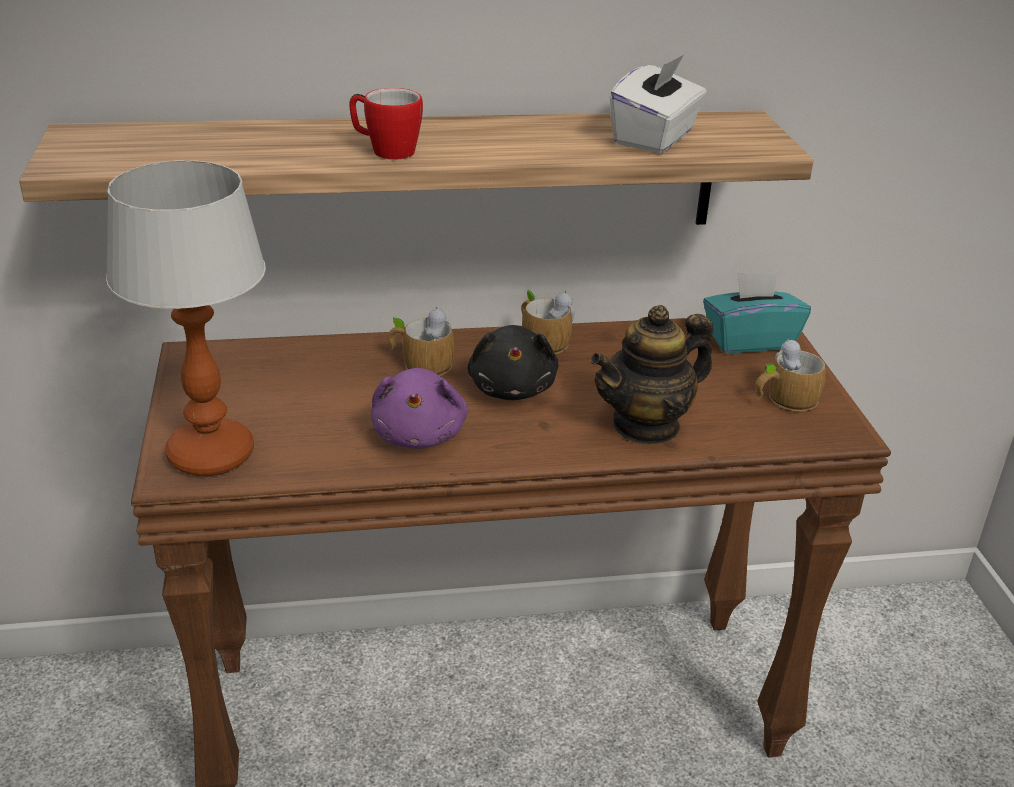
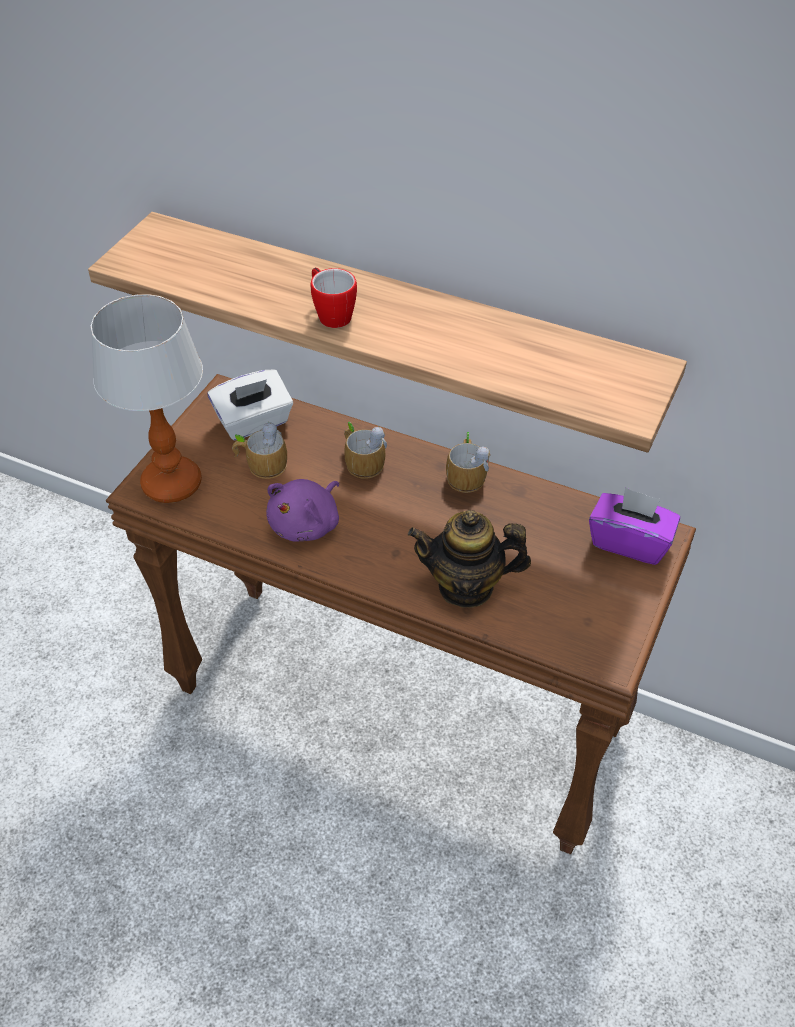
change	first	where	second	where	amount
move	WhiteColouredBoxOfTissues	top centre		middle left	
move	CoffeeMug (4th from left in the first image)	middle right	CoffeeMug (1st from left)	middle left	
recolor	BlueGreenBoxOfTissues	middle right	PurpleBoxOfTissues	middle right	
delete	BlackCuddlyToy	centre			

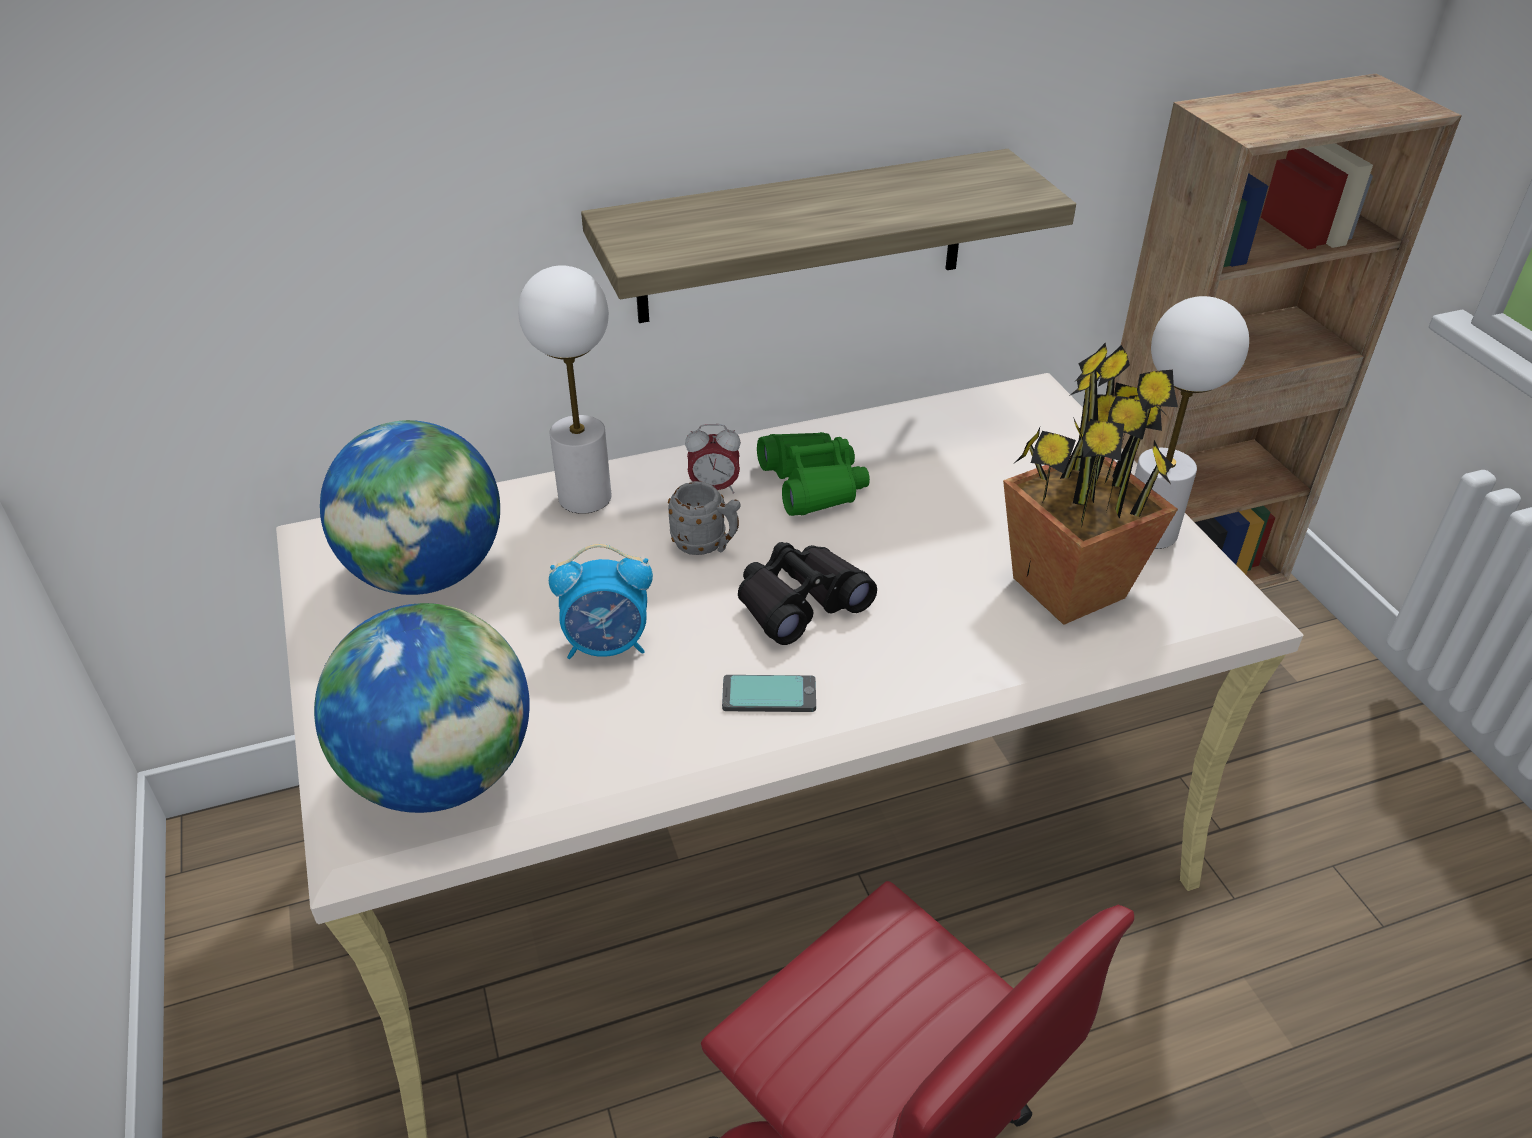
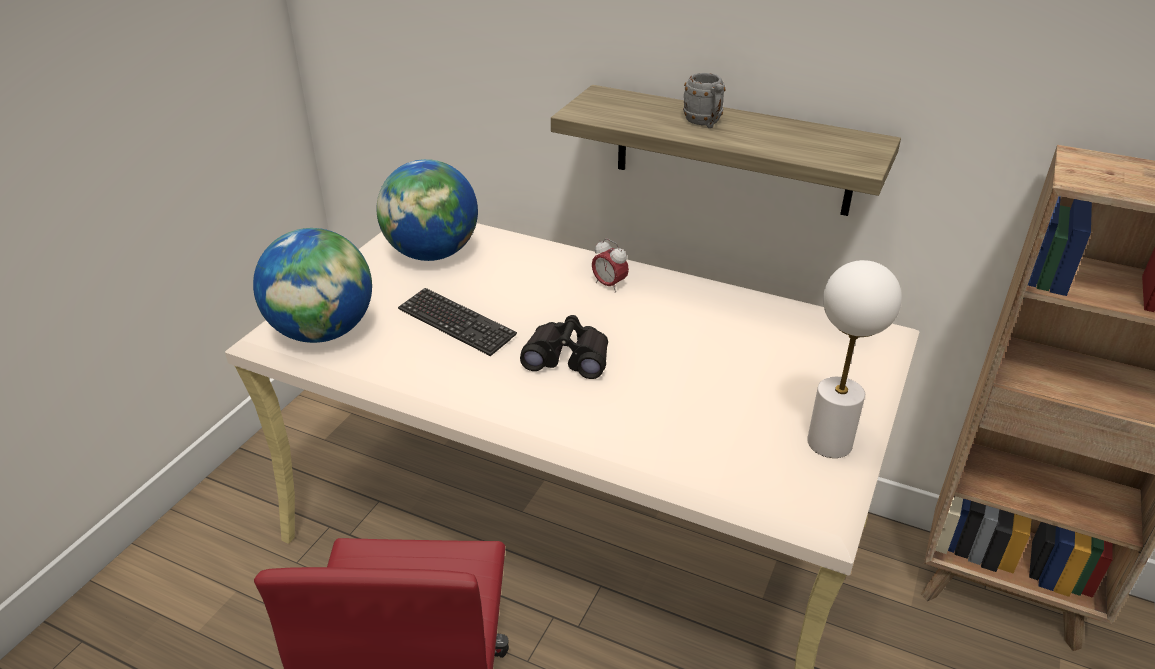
change	first	where	second	where	amount
replace	TableClock (1st from left)	centre	ComputerKeyboard	centre	
move	GrayCoffeeMug	centre		top centre	
delete	WhiteColouredTabletopLamp (1st from left)	centre			
delete	Telephone	centre			
delete	GreenBinoculars	centre			
delete	Houseplant	middle right			

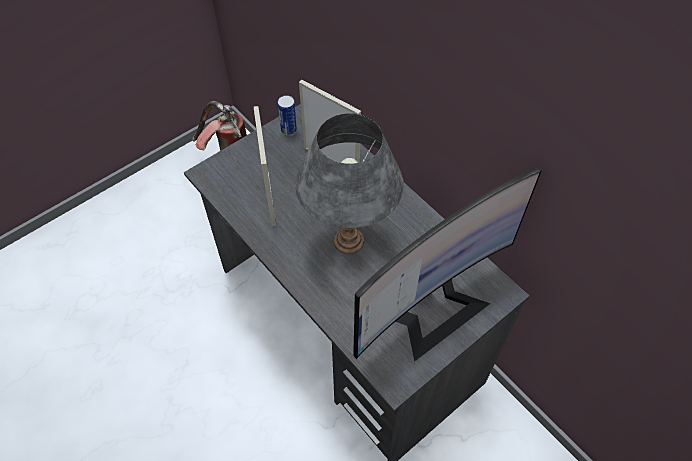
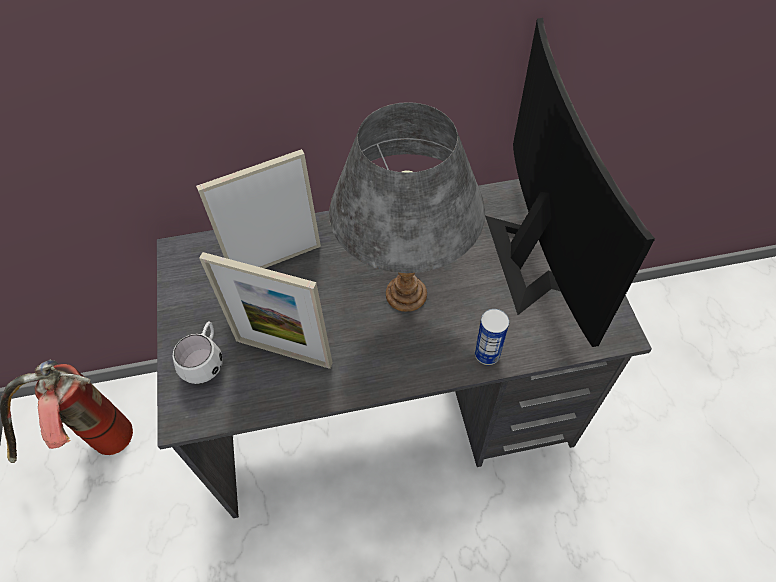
change	first	where	second	where	amount
insert			WhiteColouredCoffeeMug	middle left	
move	Can	top centre		centre	

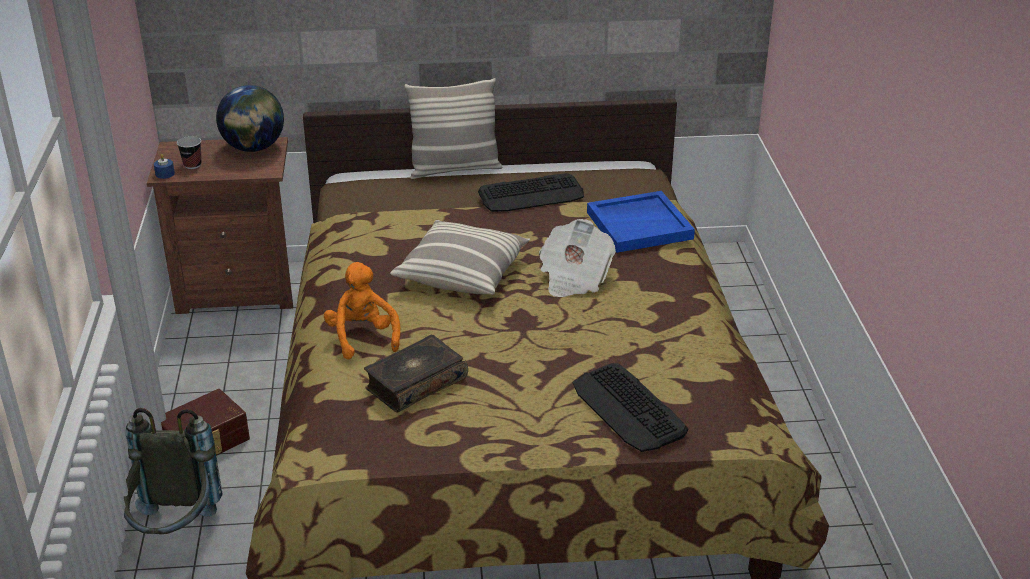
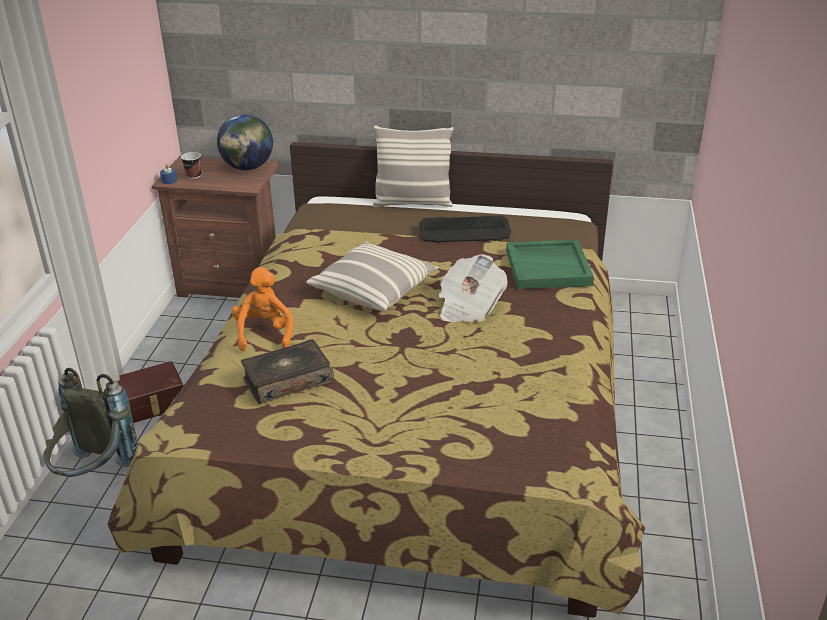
change	first	where	second	where	amount
recolor	BlueCarryingTray	centre	GreenCarryingTray	centre	
delete	ComputerKeyboard (2nd from left)	bottom centre			

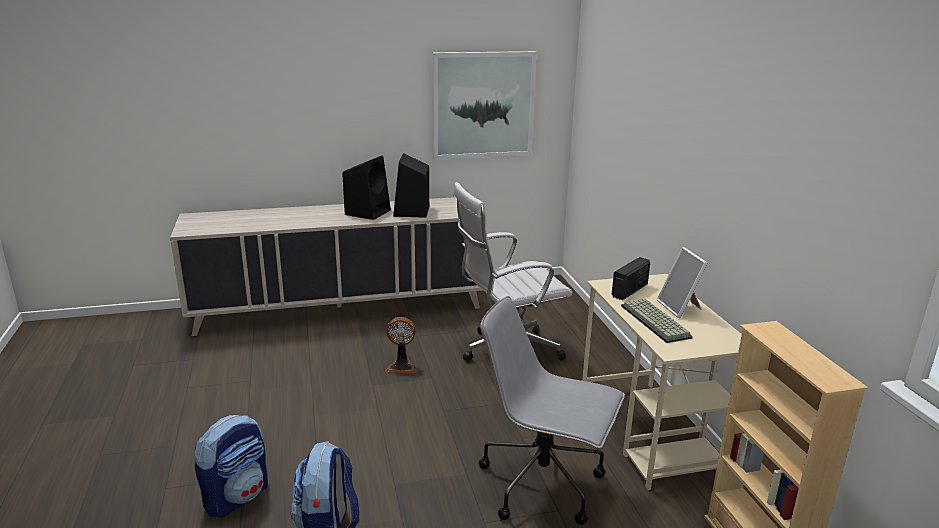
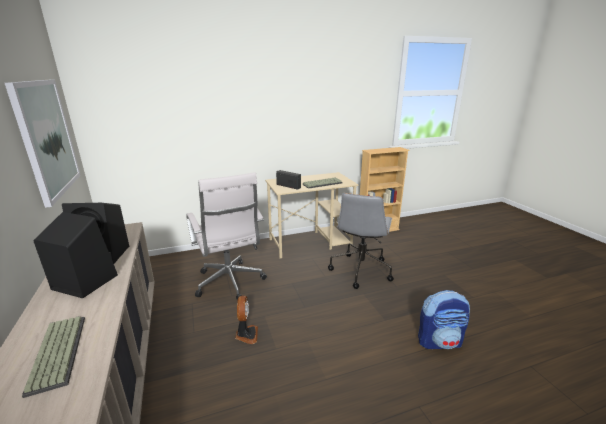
change	first	where	second	where	amount
insert			ComputerKeyboard (1st from left)	bottom left	
delete	Rucksack (1st from left)	bottom left			
delete	PictureFrame	middle right			

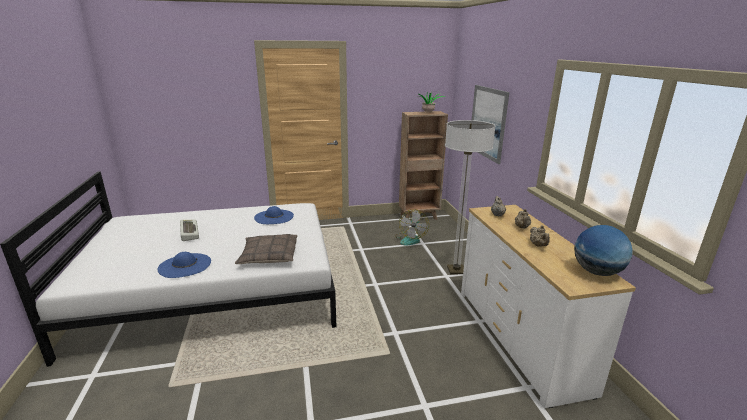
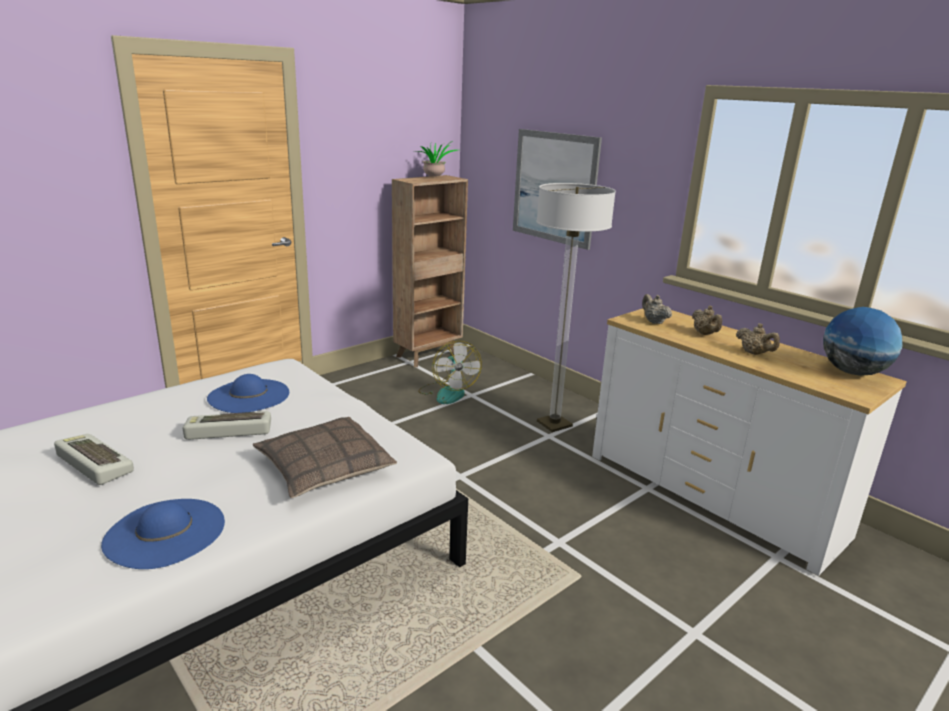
change	first	where	second	where	amount
insert			ComputerKeyboard (2nd from left)	middle left	

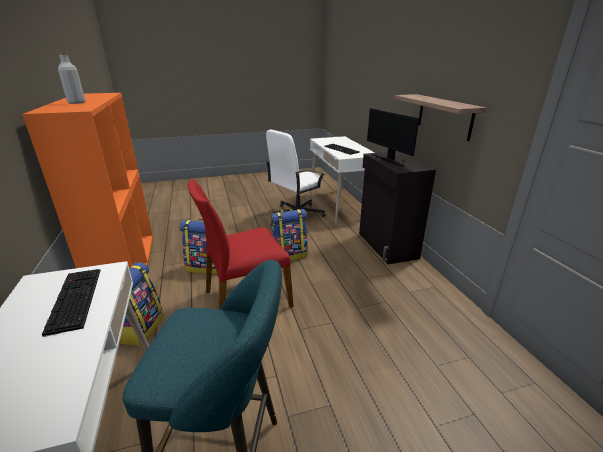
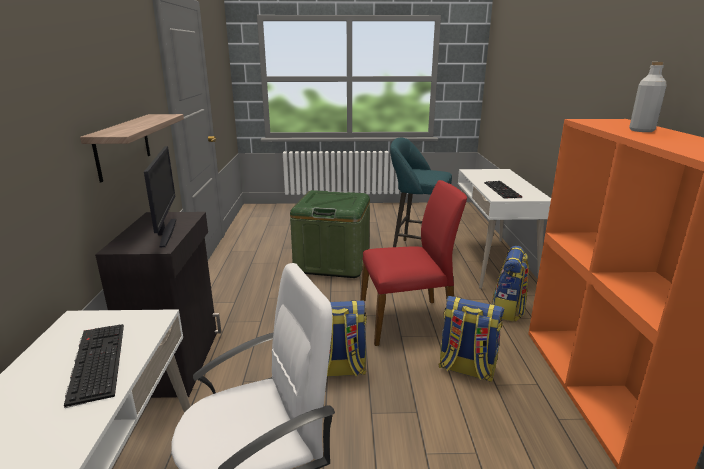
change	first	where	second	where	amount
insert			GreenStorageBox	centre	

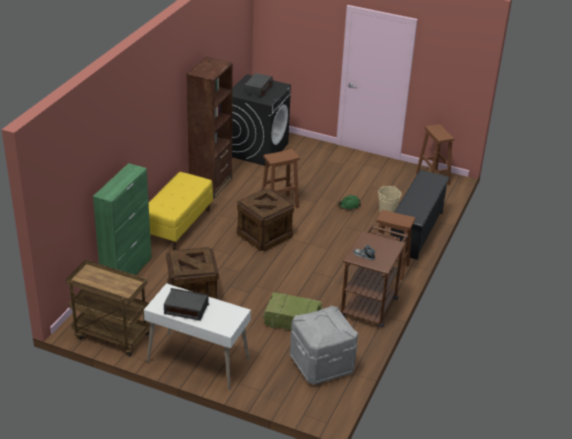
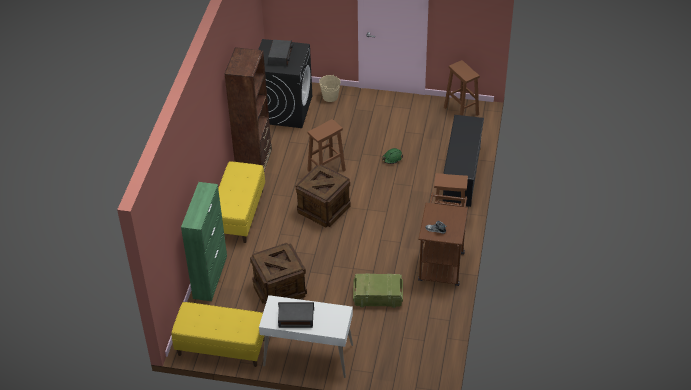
change	first	where	second	where	amount
replace	BrownishTrolley (1st from left)	bottom left	YellowColouredLongSeat (1st from left)	bottom left	
move	SandColouredBucket	middle right		top centre	
delete	GrayStorageBox	bottom centre			

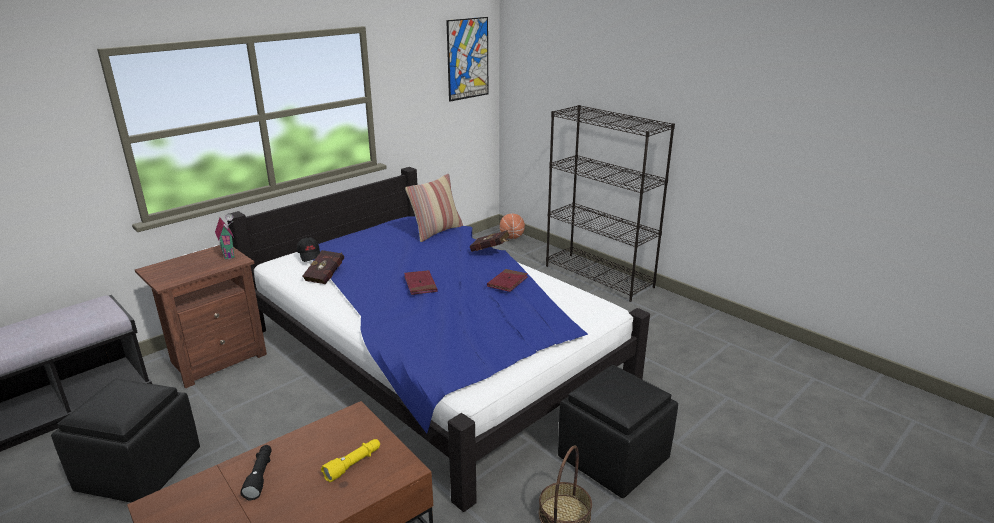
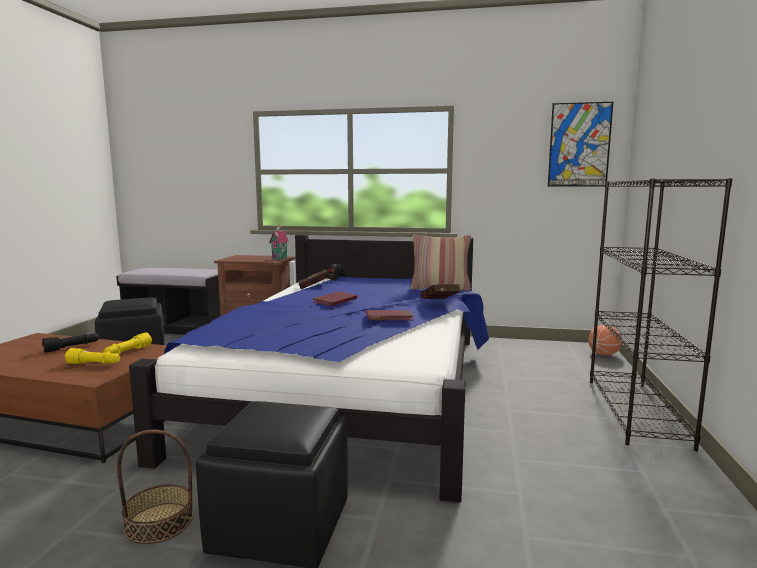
change	first	where	second	where	amount
insert			YellowColouredTorch (2nd from left)	middle left	

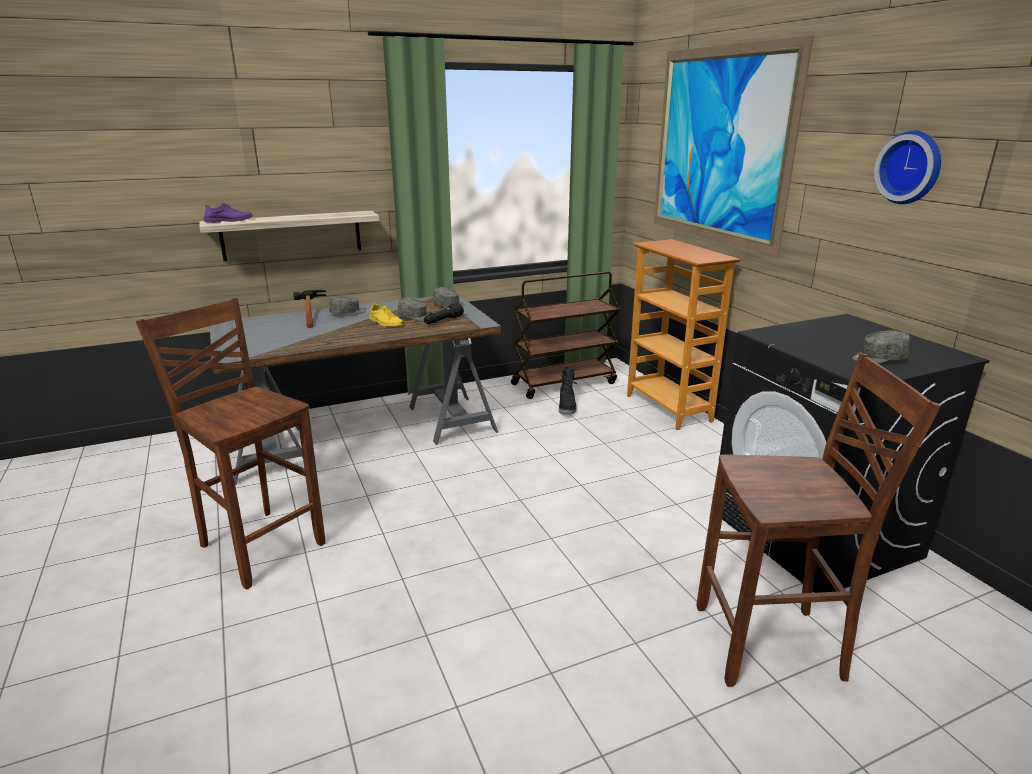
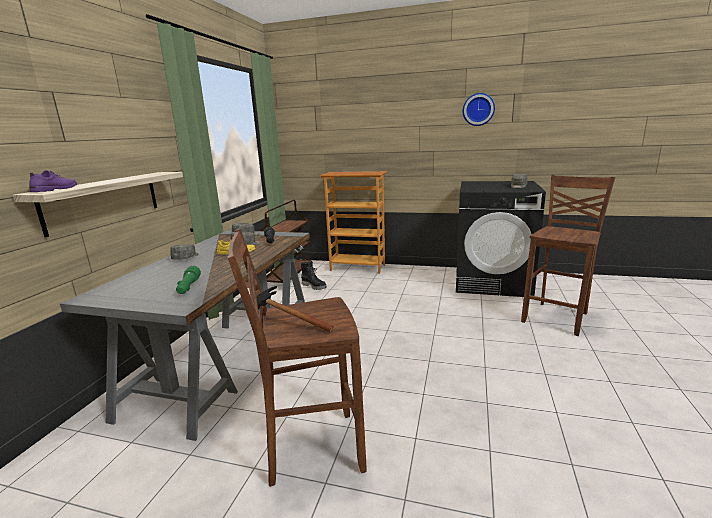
change	first	where	second	where	amount
insert			GreenTorch	middle left	
move	Hammer	middle left		centre	
delete	WallArt	top right			

